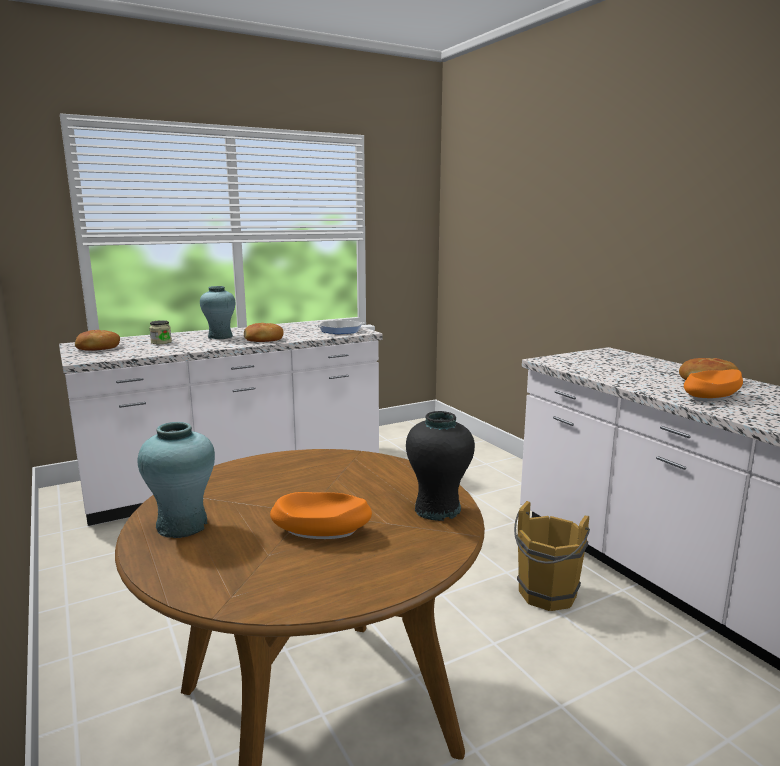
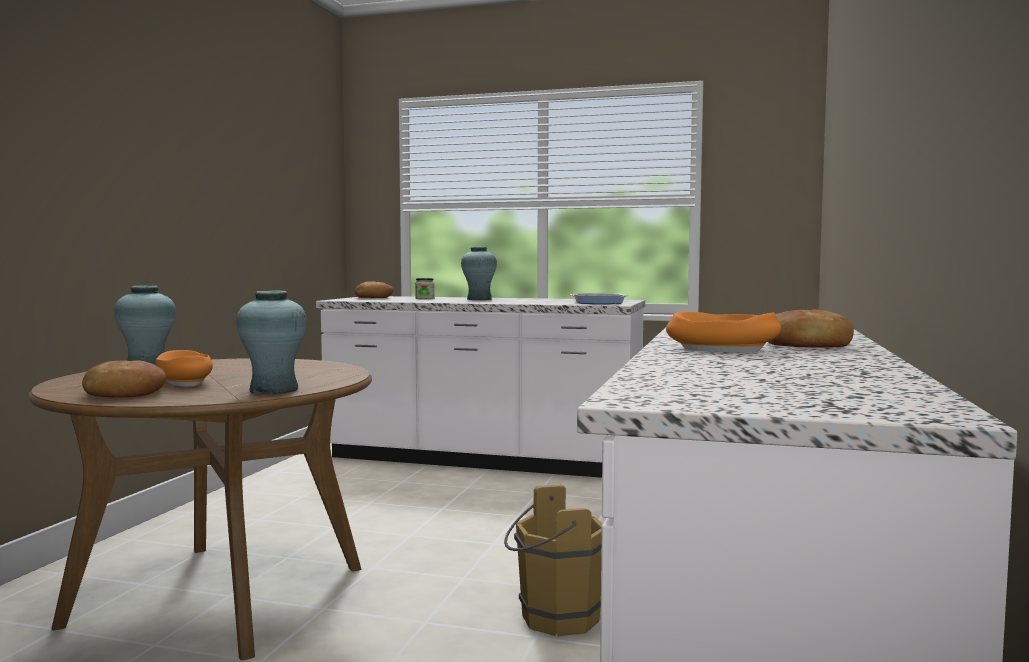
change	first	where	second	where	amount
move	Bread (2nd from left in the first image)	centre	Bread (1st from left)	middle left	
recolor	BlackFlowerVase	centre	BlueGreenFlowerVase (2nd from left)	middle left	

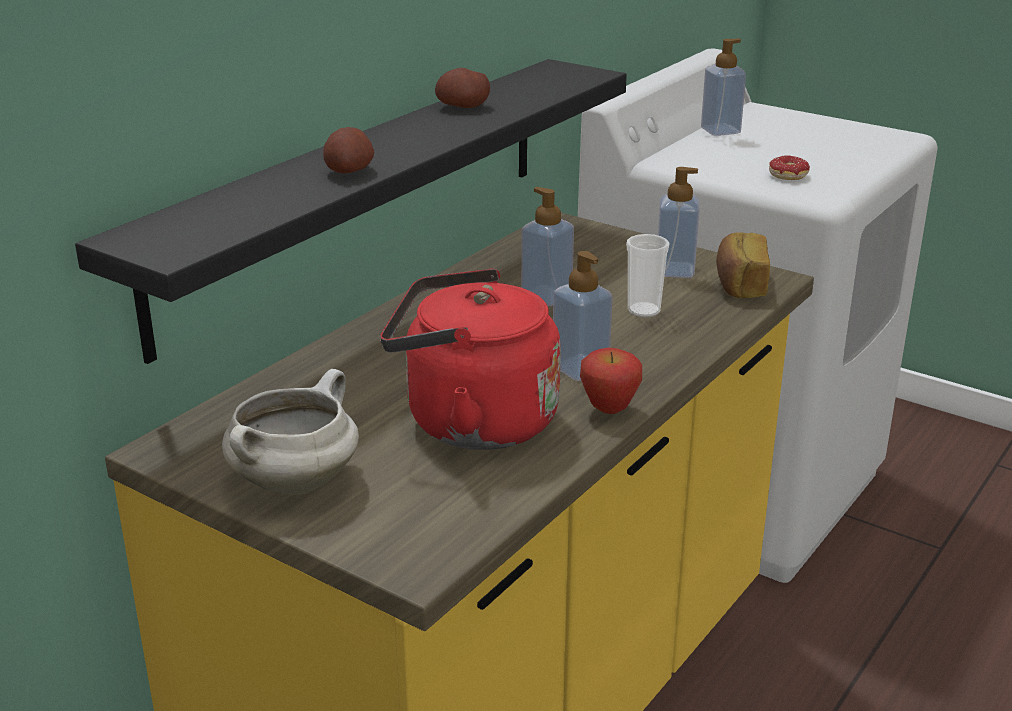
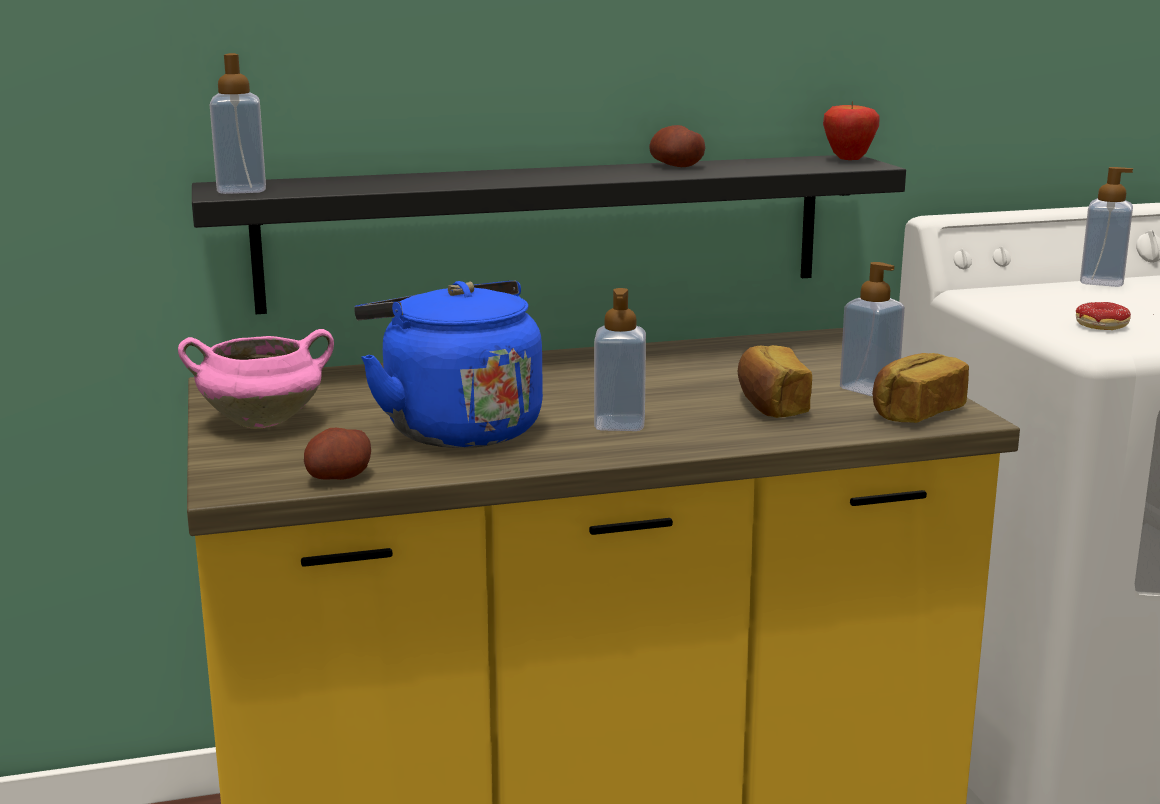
change	first	where	second	where	amount
recolor	WhiteColouredSaucepot	middle left	PinkishSaucepot	middle left	
move	LiquidSoapBottle (1st from left)	centre		top left	
move	WholePotato (1st from left)	top centre		middle left	
recolor	RedKettle	centre	BlueKettle	centre	
replace	DrinkingCup	centre	Bread (1st from left)	middle right	
move	WholeApple	centre		top right	

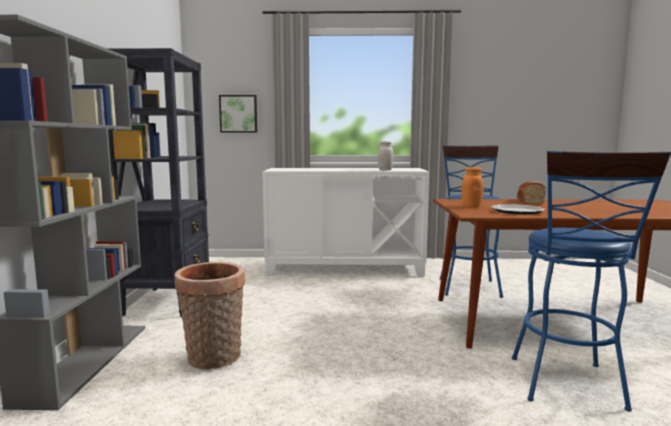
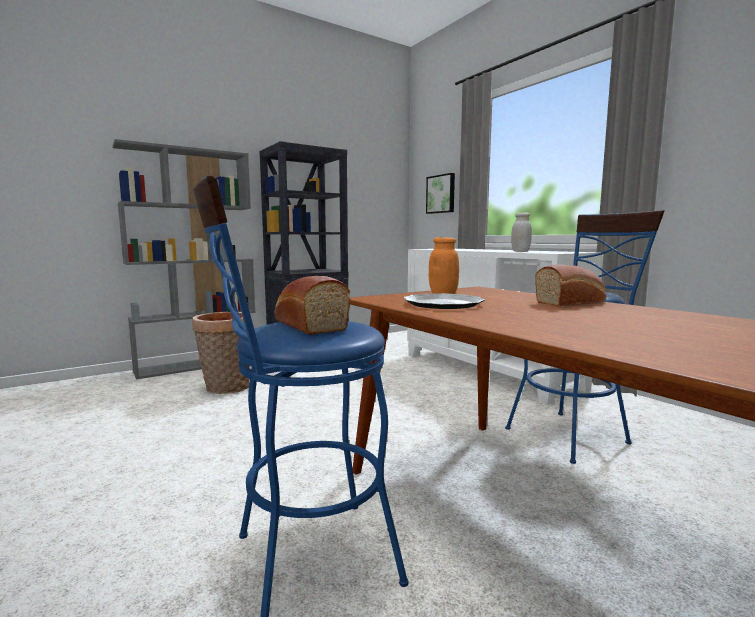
change	first	where	second	where	amount
insert			Bread (1st from left)	centre	

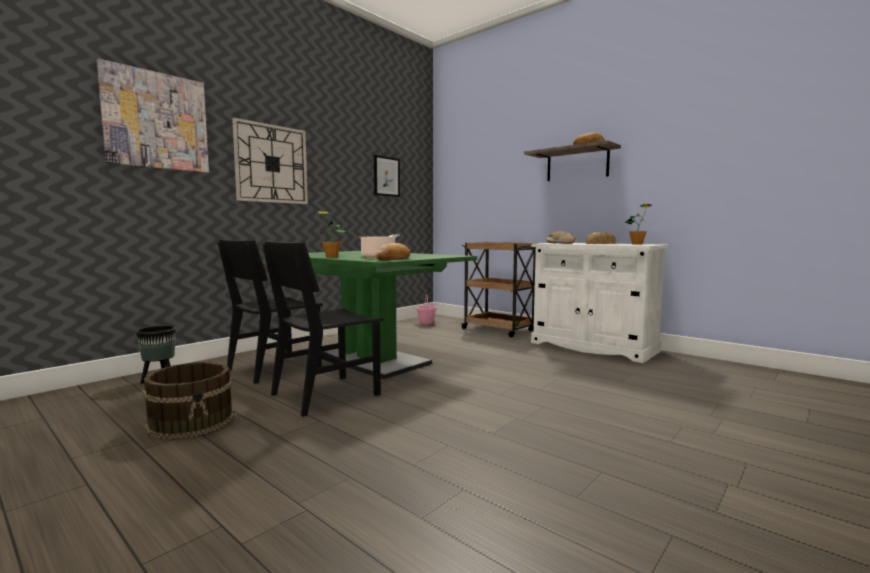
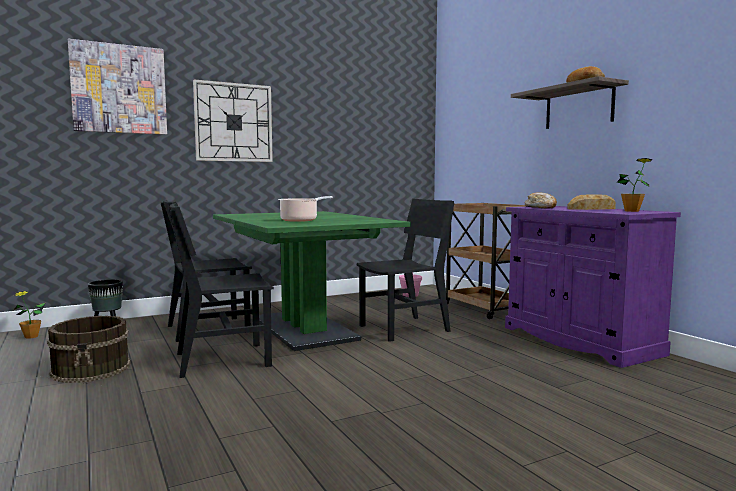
change	first	where	second	where	amount
move	Houseplant (1st from left)	centre		middle left	
insert			BlackPlainChair (3rd from left)	centre	
recolor	WhiteColouredCabinet	middle right	PurpleCabinet	middle right	
delete	WallArt (2nd from left)	top centre			
delete	Bread (1st from left)	centre			

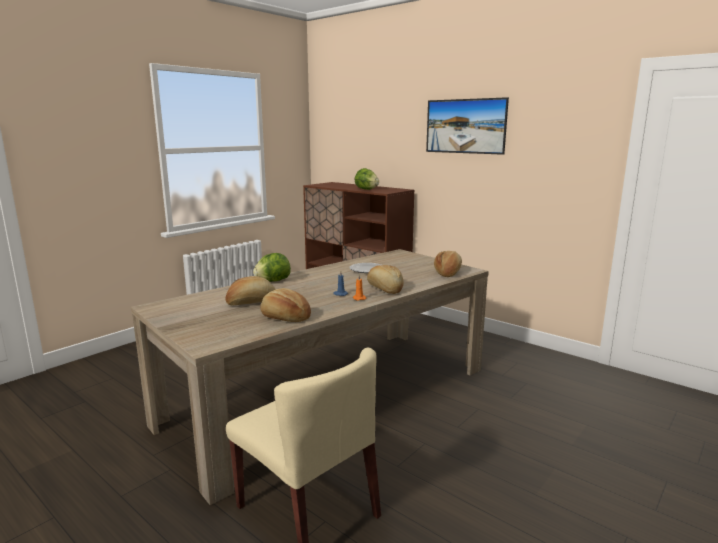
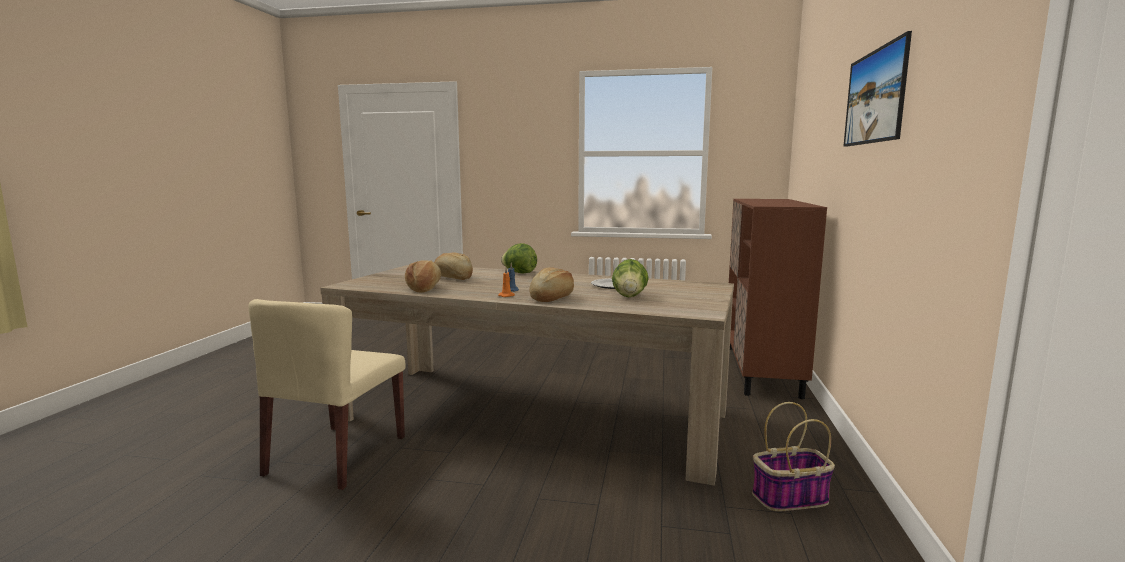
change	first	where	second	where	amount
move	LettuceHead (2nd from left)	top centre		centre	
insert			Basket	bottom right	
delete	Bread (4th from left)	centre			

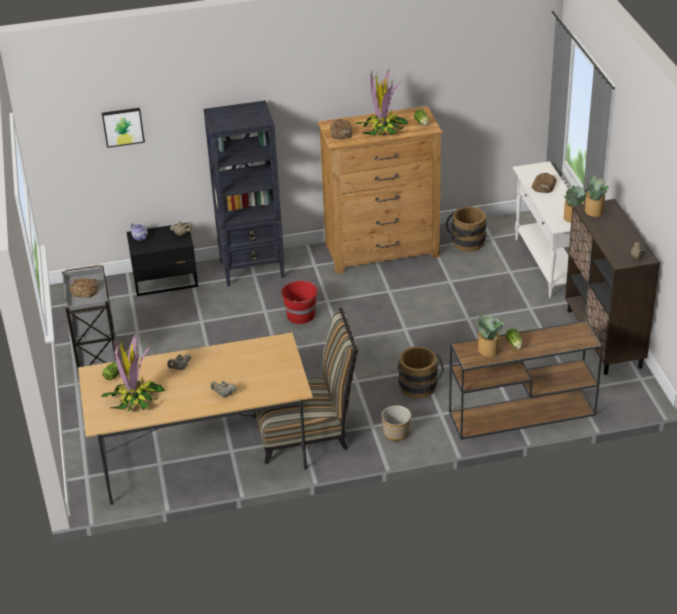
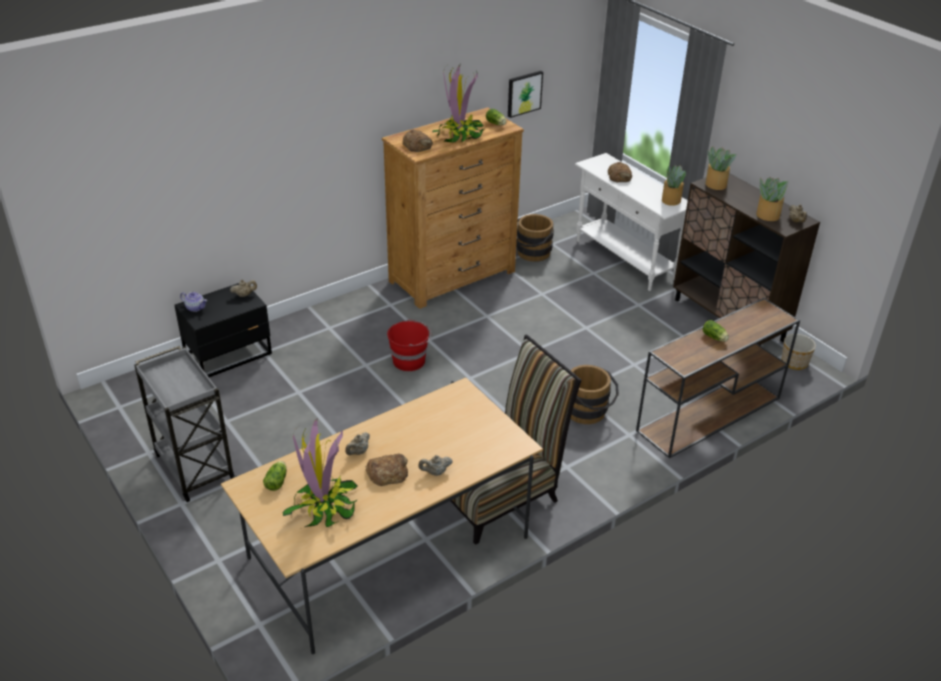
change	first	where	second	where	amount
move	Bread (1st from left)	middle left		bottom centre	
move	WallArt	top left		top centre	
move	Houseplant (3rd from left in the first image)	middle right	Houseplant (5th from left)	top right	
move	FlowerPot	bottom centre		middle right	
delete	BlackShelvingUnit	top centre			

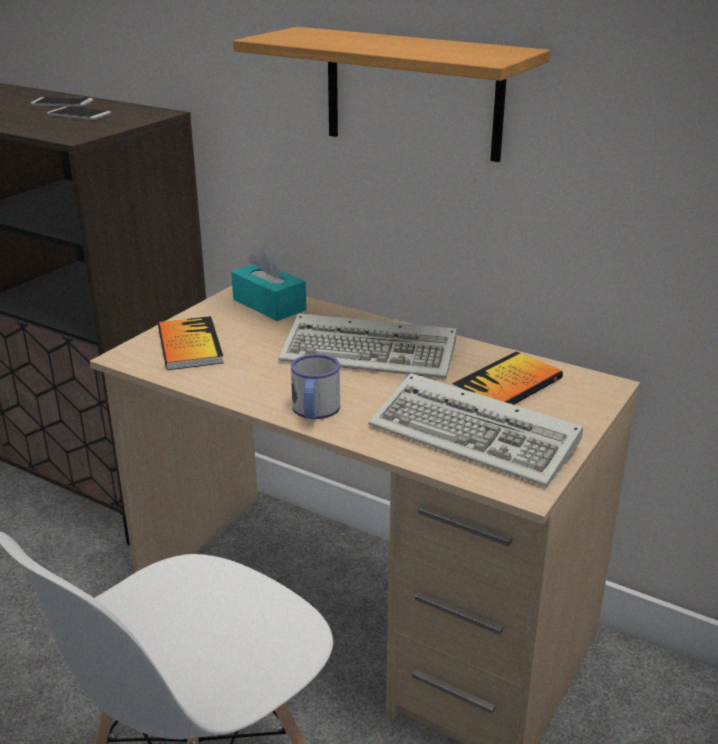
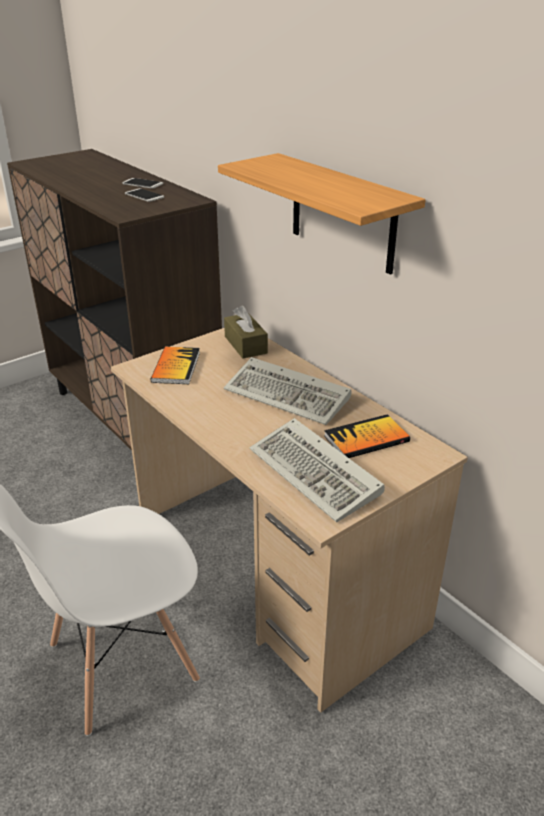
change	first	where	second	where	amount
recolor	BlueGreenBoxOfTissues	centre	BrownishBoxOfTissues	centre	
delete	CoffeeMug	centre			

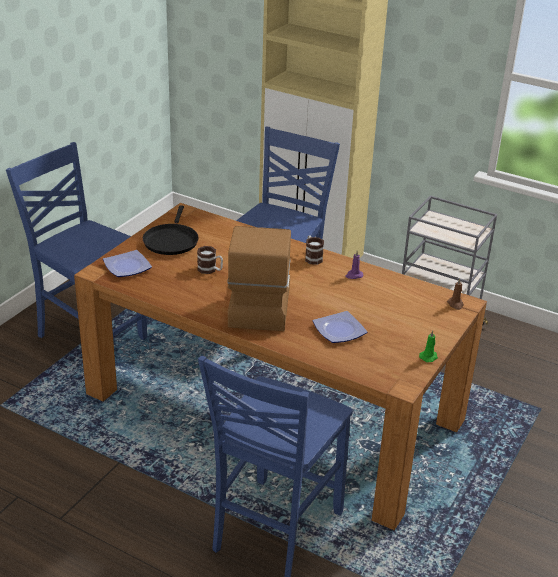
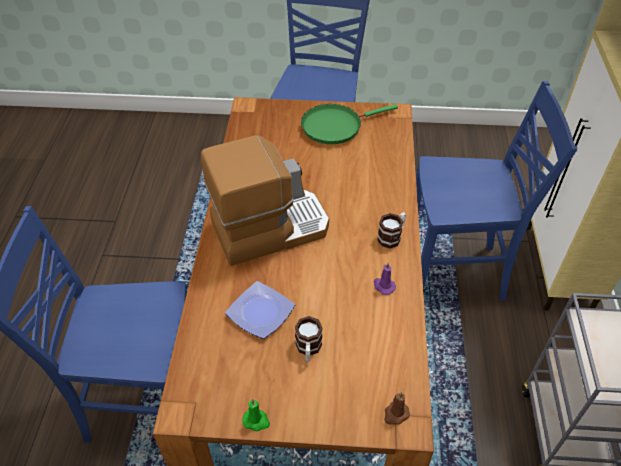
change	first	where	second	where	amount
move	CoffeeMug (1st from left)	centre		bottom centre	
recolor	BlackSkillet	middle left	GreenSkillet	top centre	
delete	Plate (1st from left)	middle left			

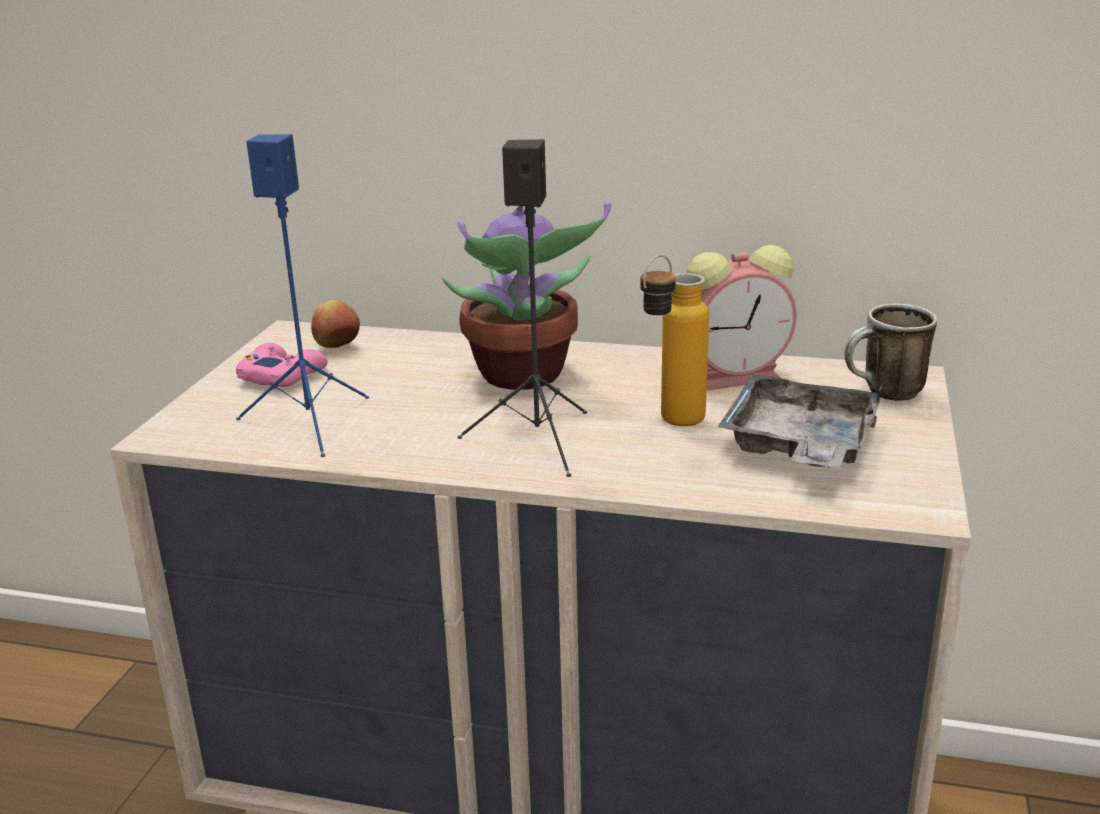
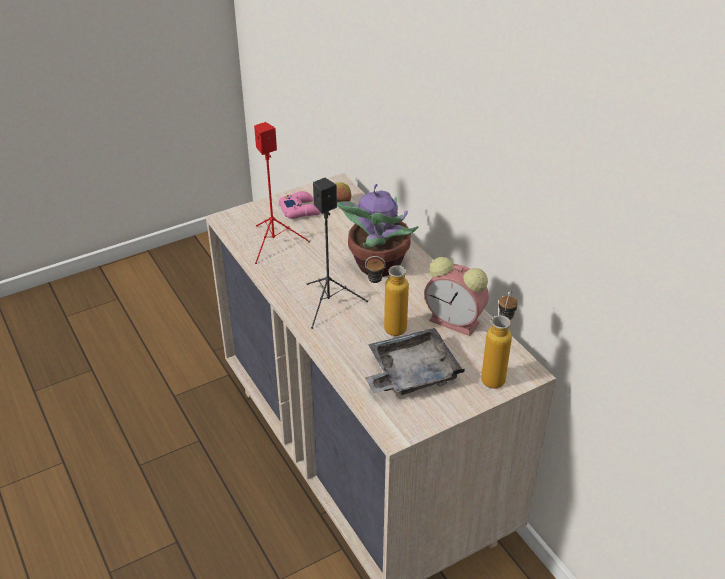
change	first	where	second	where	amount
recolor	BlueLoudspeaker	middle left	RedLoudspeaker	centre	
replace	CoffeeMug	middle right	DrinkBottle (2nd from left)	middle right	

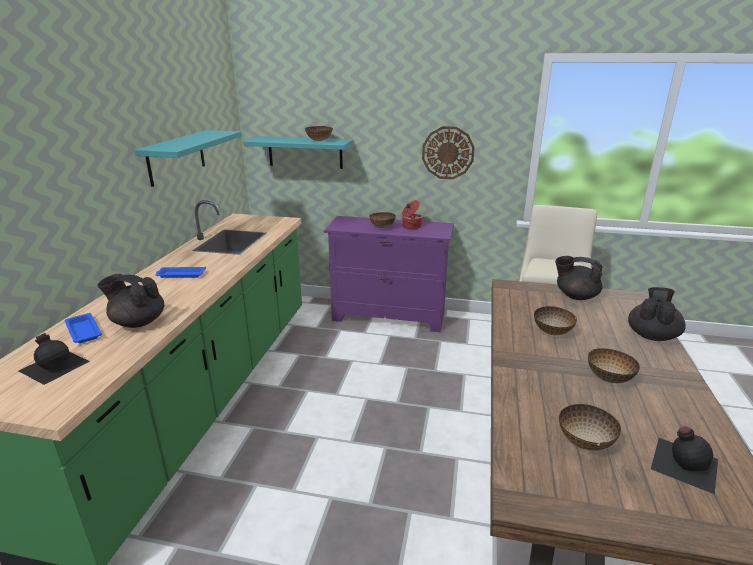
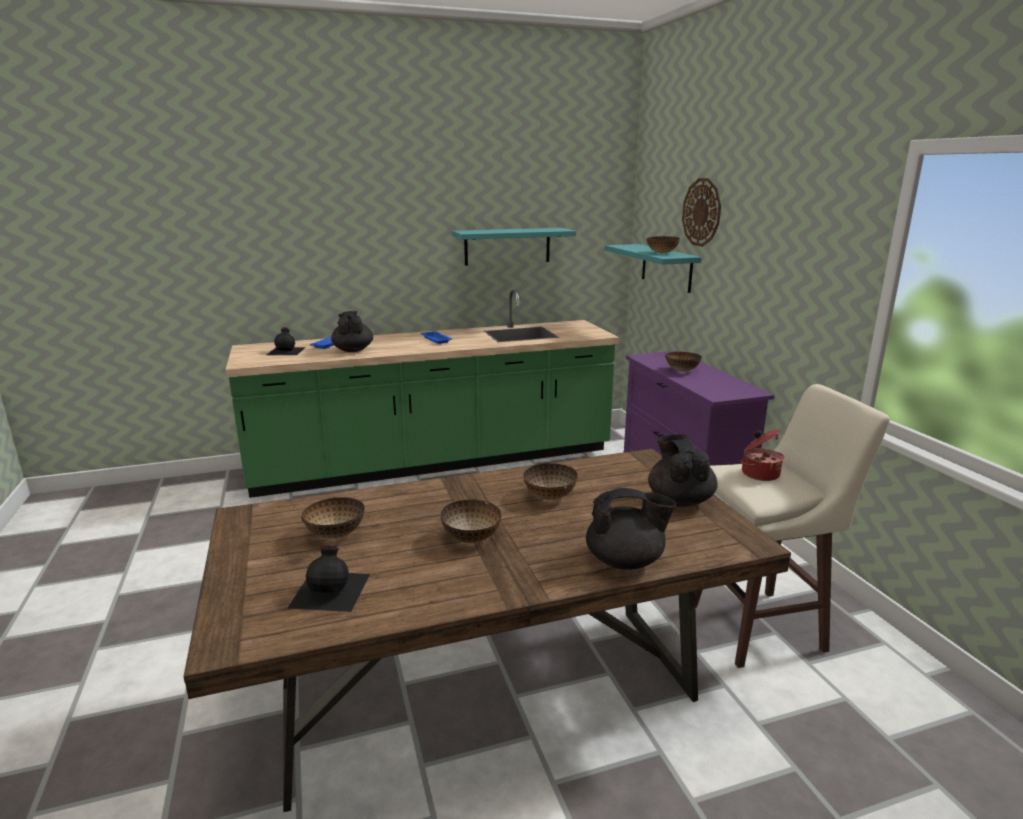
change	first	where	second	where	amount
move	WallClock	top centre		top right	
move	Saucepot	centre		middle right	

